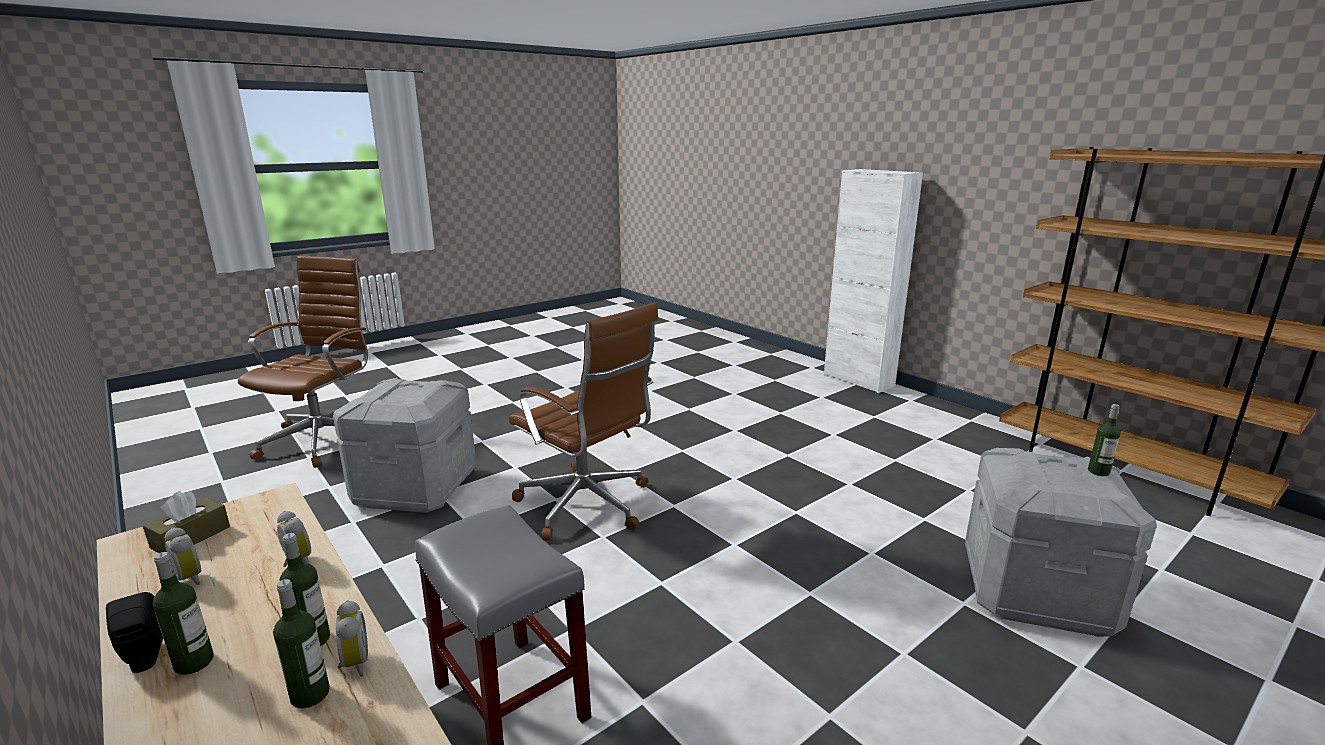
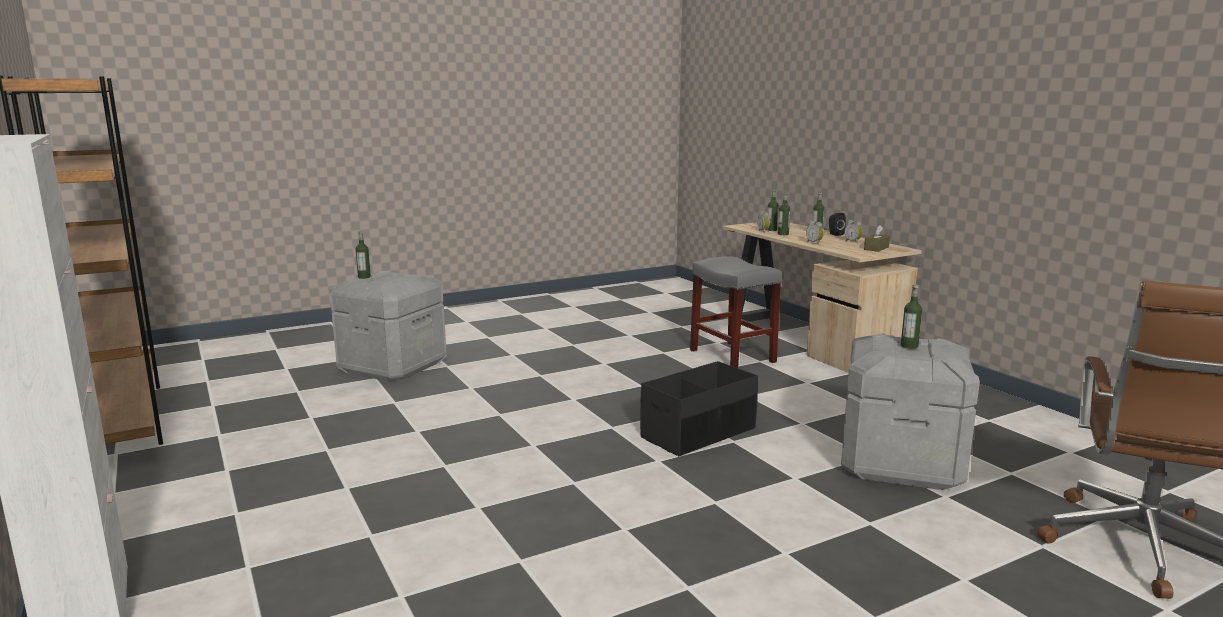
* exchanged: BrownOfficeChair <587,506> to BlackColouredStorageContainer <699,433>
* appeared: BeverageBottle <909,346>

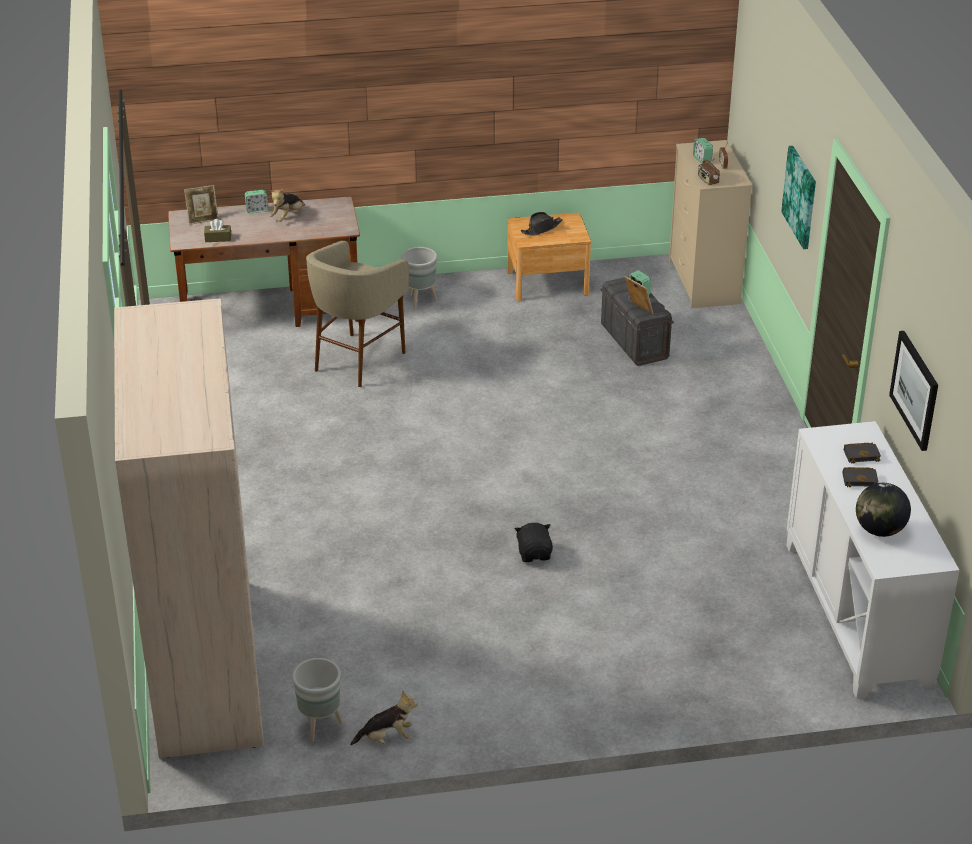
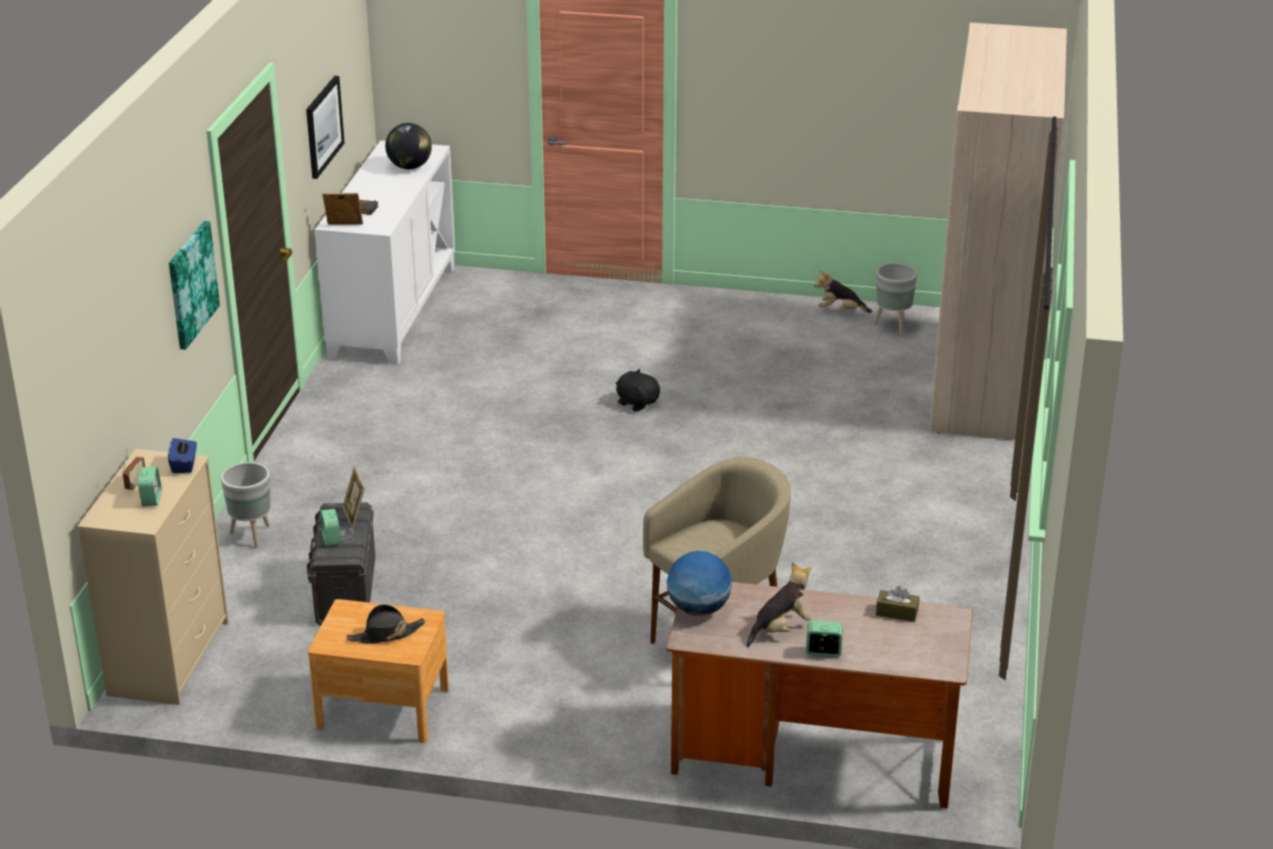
* exchanged: RadioReceiver <707,180> to BluishBoxOfTissues <184,465>
* relocated: GreyishFlowerPot <420,301> to <251,536>
* relocated: PhotoFrame <203,219> to <344,227>
* spun: BlackColouredSoftToy <534,554> = <637,403> 120 degrees clockwise
* appeared: WorldGlobe <698,609>
* missing: BlackColouredVolume <860,479>

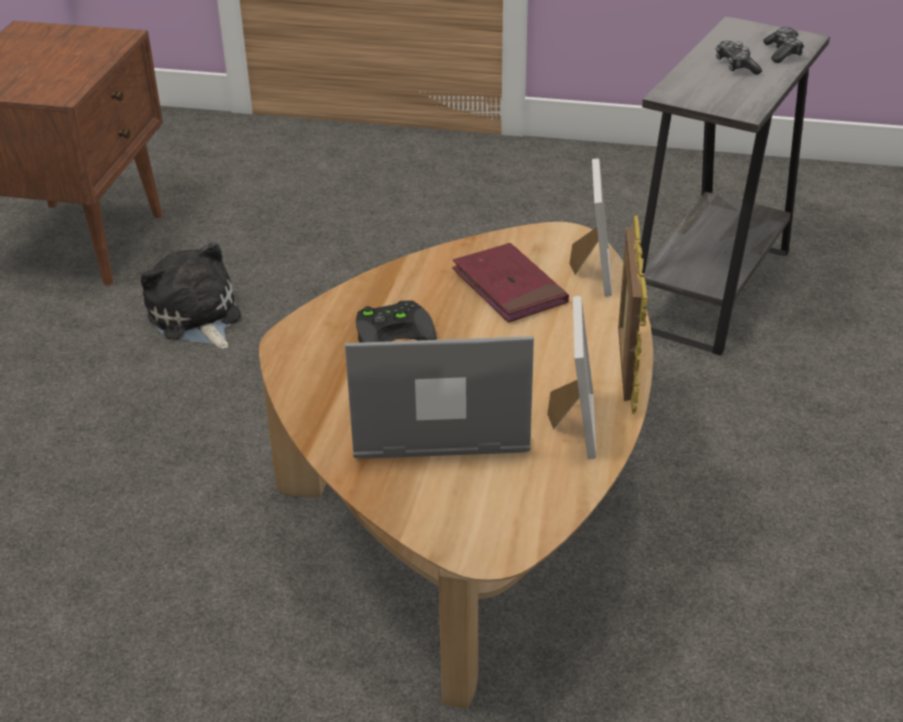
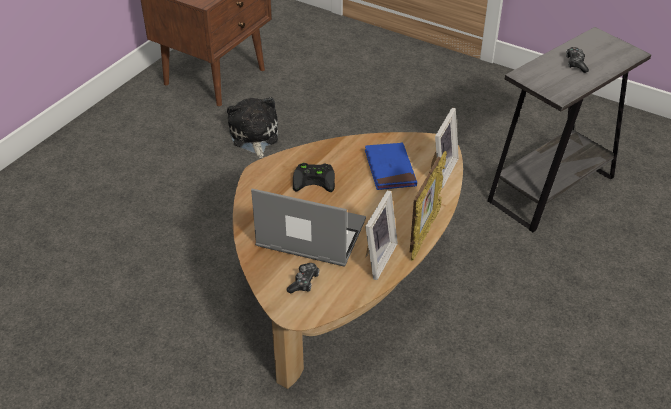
* relocated: Gamepad <783,53> to <304,282>
* colour: RedVolume <509,287> to BluishVolume <390,169>

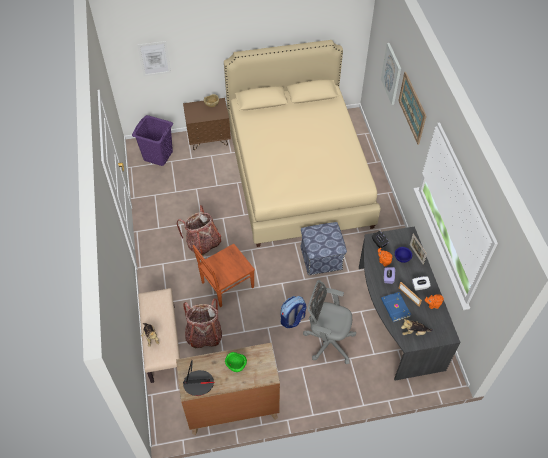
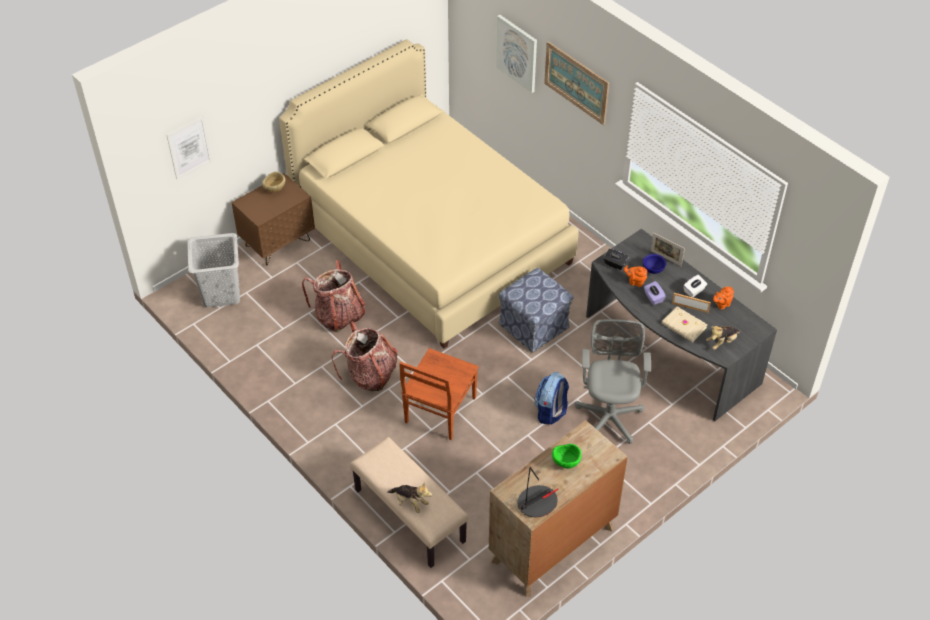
* colour: PurplishWashingBasket <158,155> to GreyishWashingBasket <221,293>
* relocated: Rucksack <204,335> to <338,316>
* spun: GreyishOfficeChair <327,341> = <609,416> 105 degrees clockwise
* colour: BluishVolume <395,308> to BeigeColouredVolume <683,326>

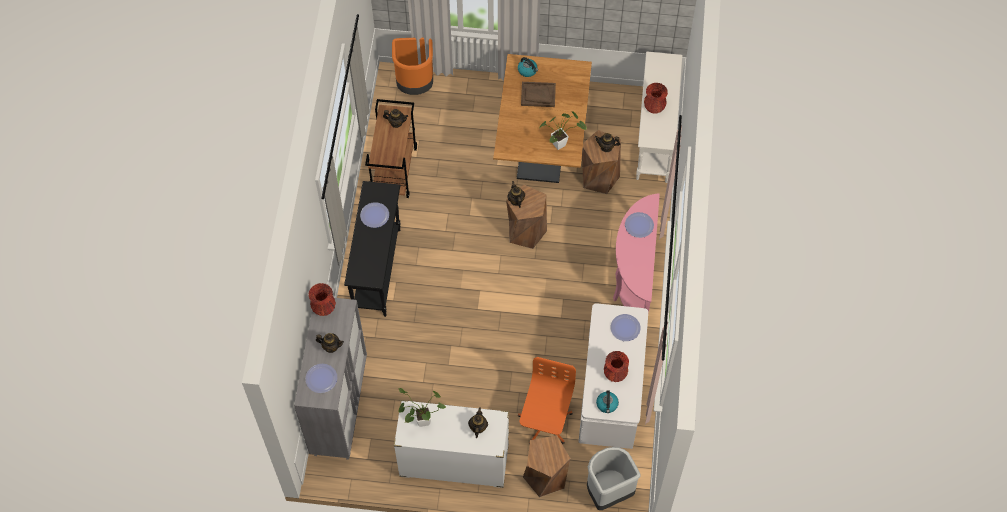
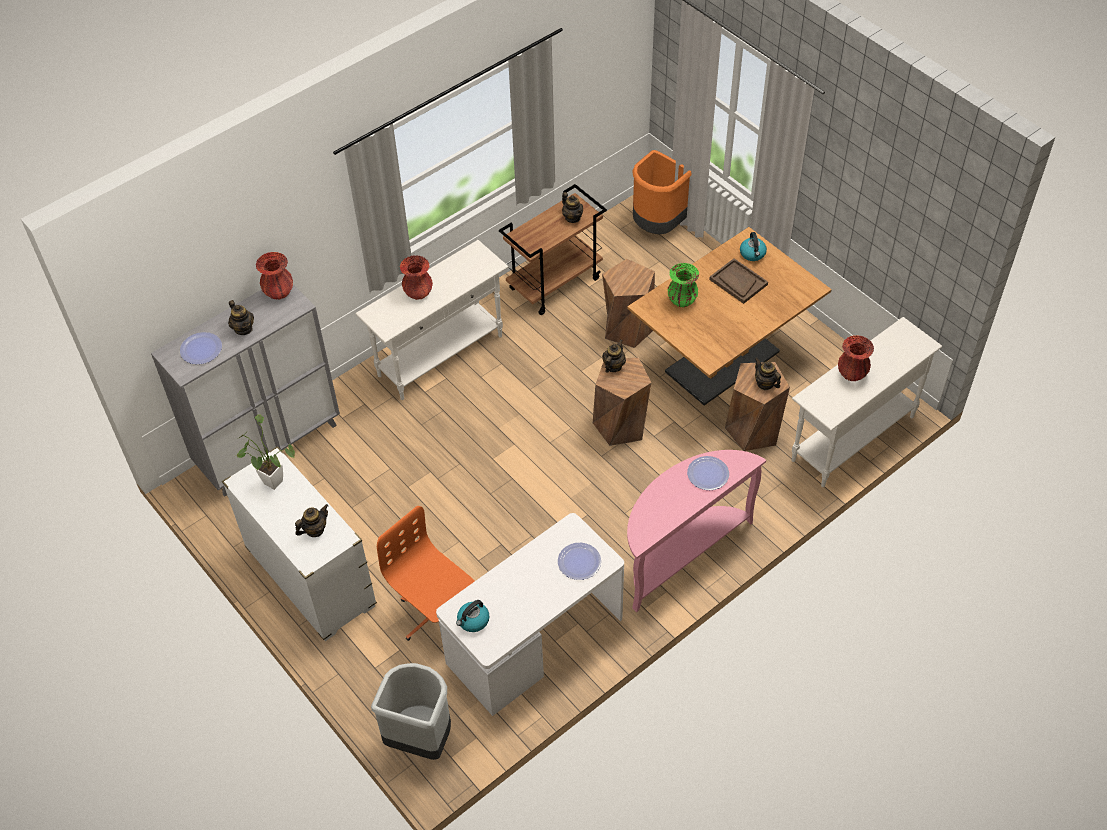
* colour: BlackColouredConsoleTable <377,270> to WhiteColouredConsoleTable <441,356>
* spun: OrangeyOfficeChair <545,422> = <436,615> 105 degrees counterclockwise
* relocated: RedDecorativeVase <615,374> to <418,293>
* relocated: BrownStool <545,476> to <627,328>
* appeared: GreenDecorativeVase <682,300>
* missing: DinnerPlate <374,215>
* missing: PlantInAPot <561,143>

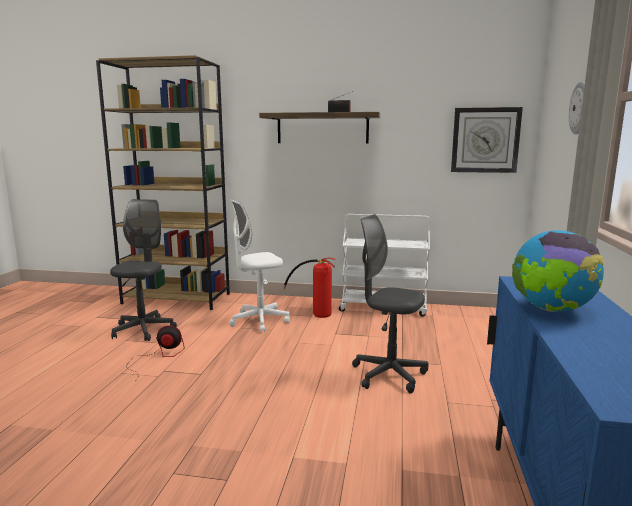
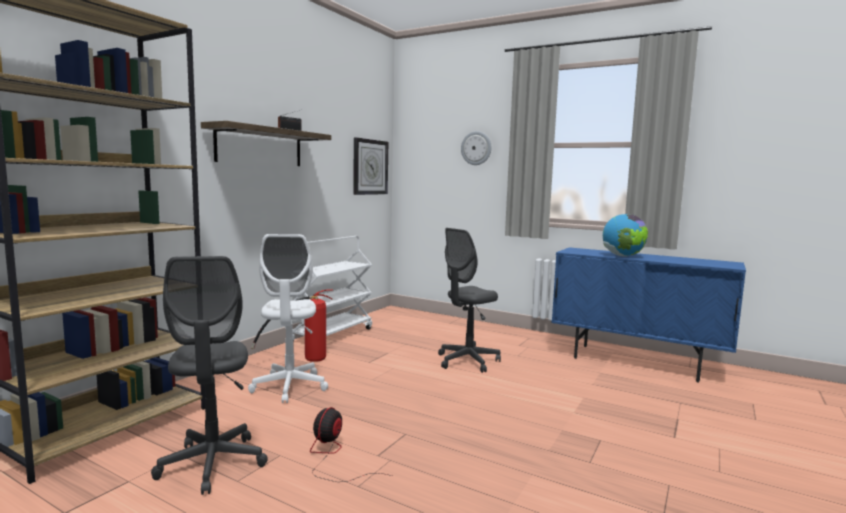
* spun: GreyishOfficeChair <143,330> = <213,464> 135 degrees counterclockwise

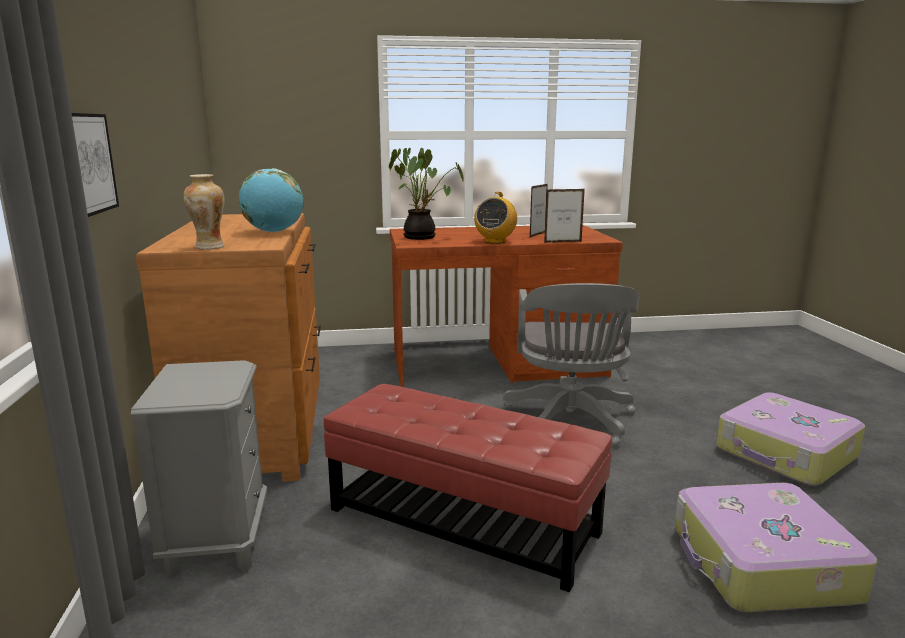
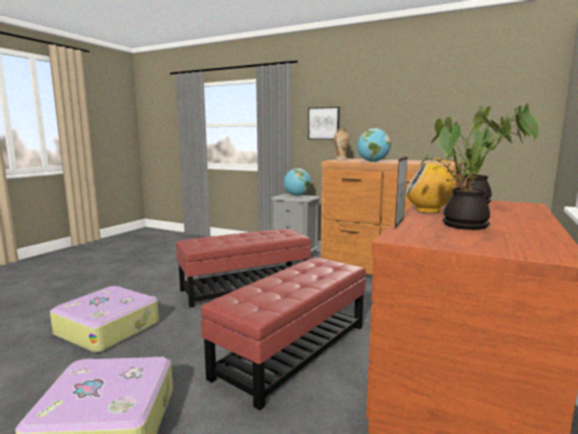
* exchanged: GreyishOfficeChair <570,423> to RedPouffe <292,350>
* appeared: WorldGlobe <297,195>
* spun: RadioReceiver <495,241> = <428,211> 45 degrees counterclockwise
* exchanged: PhotoFrame <537,235> to PlantInAPot <464,226>

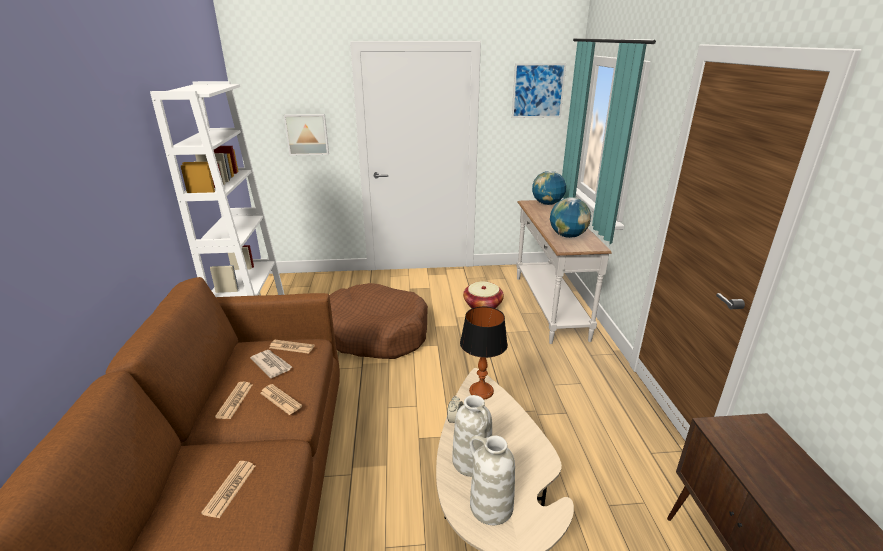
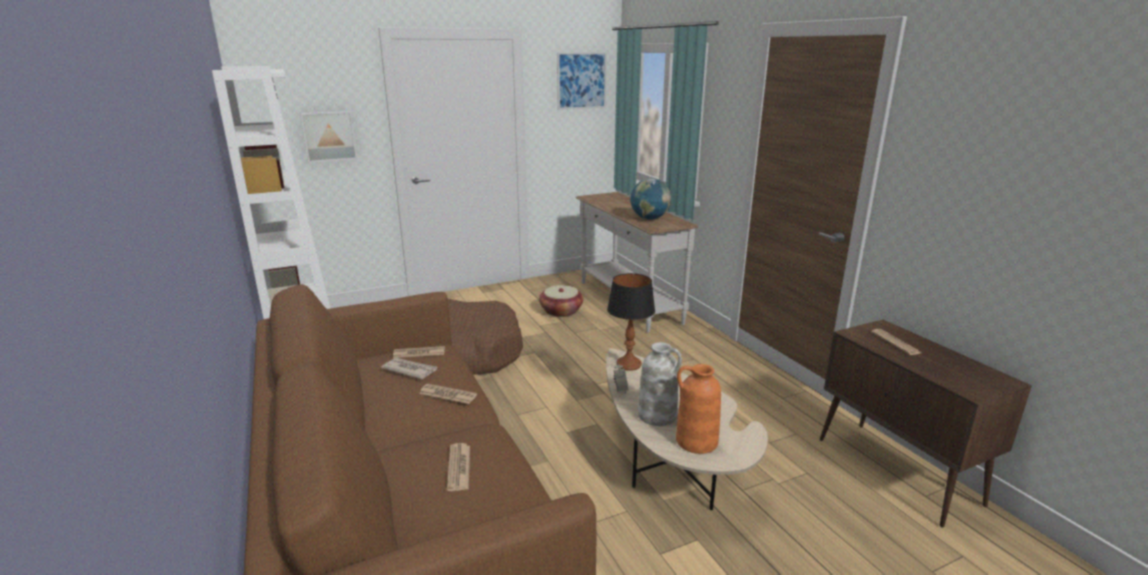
* colour: WhiteColouredDecorativeVase <490,506> to OrangeyDecorativeVase <696,441>
* relocated: PrintedPaper <235,400> to <895,342>
* missing: WorldGlobe <547,204>

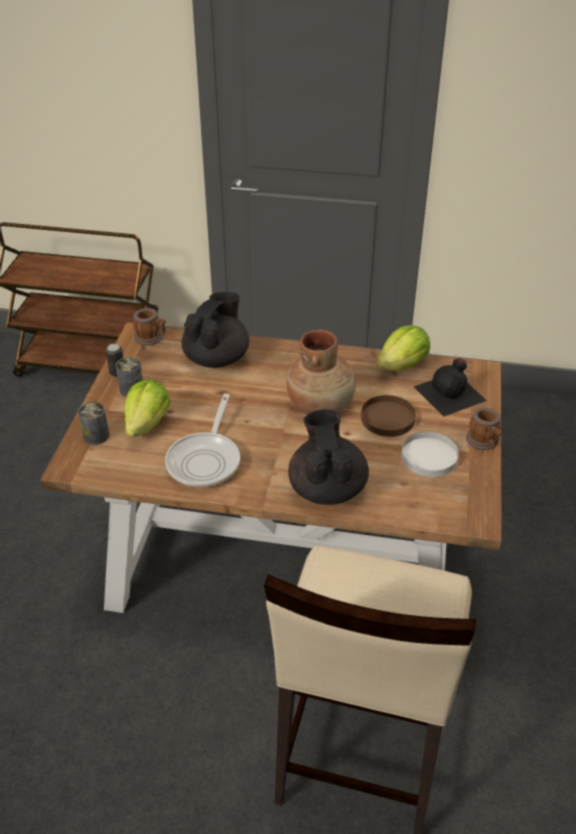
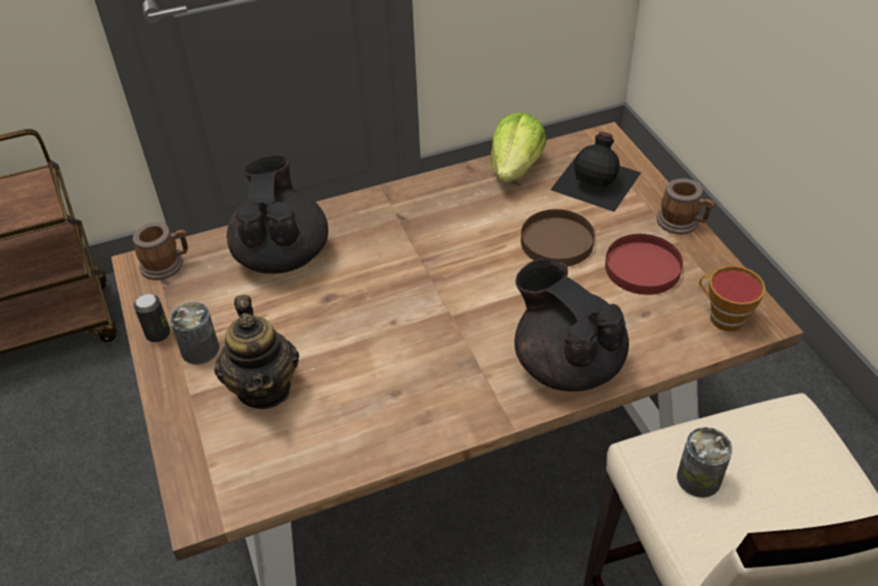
* exchanged: HeadOfLettuce <148,424> to TeaPot <264,388>
* colour: WhiteColouredDinnerPlate <429,457> to RedDinnerPlate <643,267>
* relocated: SealedCan <96,436> to <698,478>
* appeared: DrinkingCup <722,317>
* missing: FryingPan <206,460>
* missing: BrownDecorativeVase <321,405>

